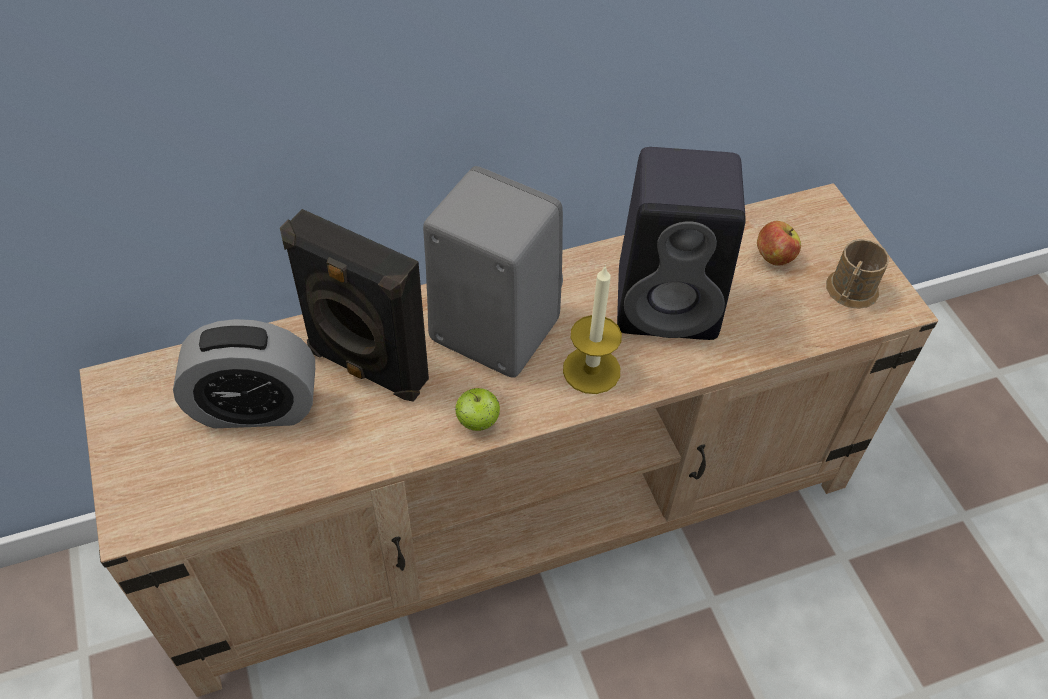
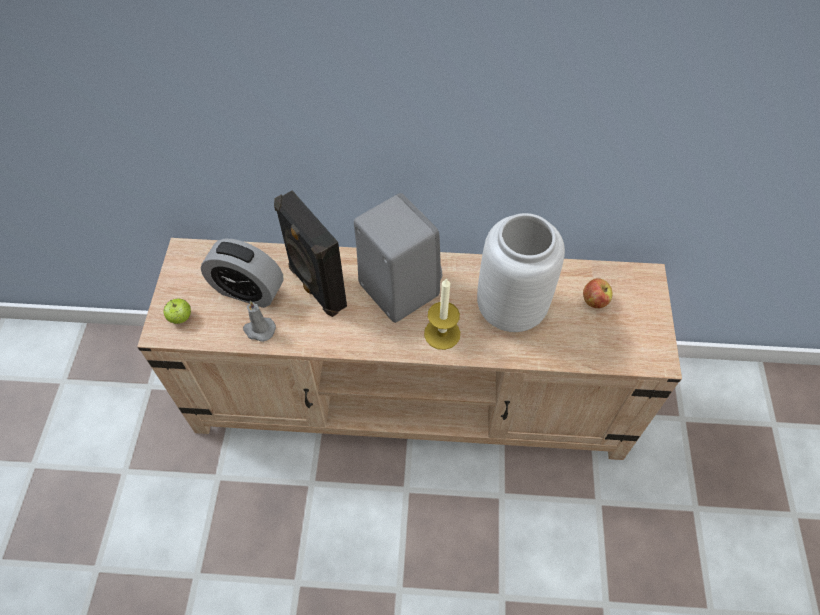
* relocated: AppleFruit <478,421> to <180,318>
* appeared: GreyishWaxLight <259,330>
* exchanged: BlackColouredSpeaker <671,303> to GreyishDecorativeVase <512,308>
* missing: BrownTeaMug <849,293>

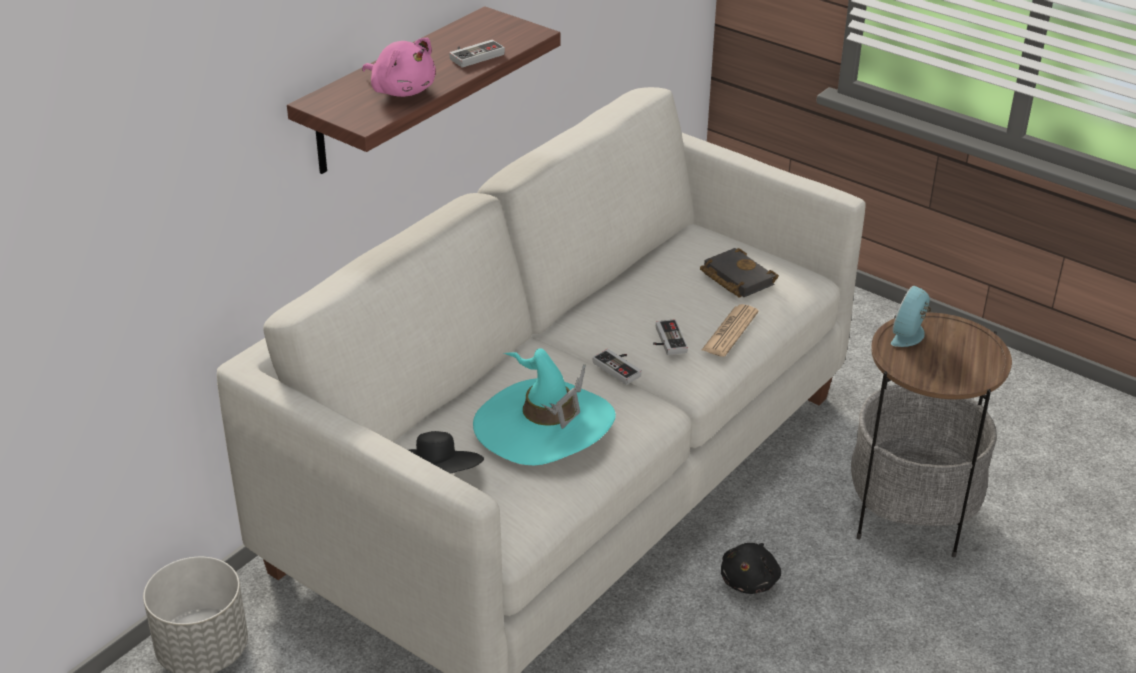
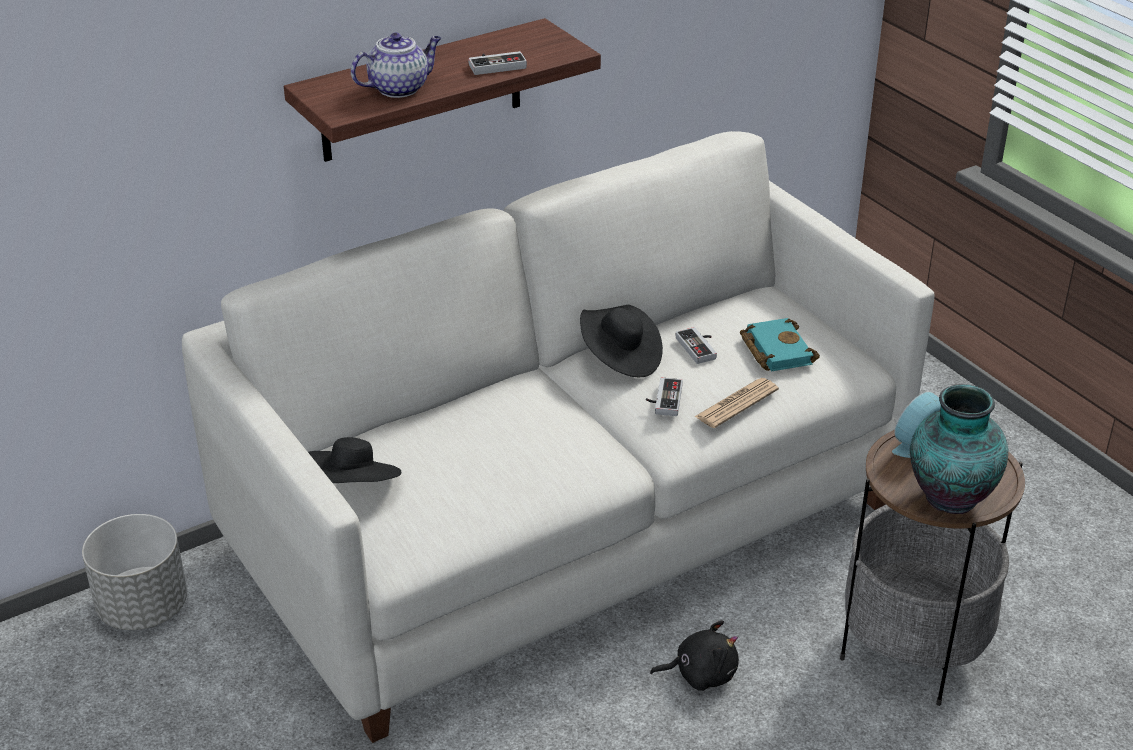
* exchanged: PinkColouredSoftToy <401,90> to TeaPot <399,88>
* appeared: BlackColouredWearableHat <620,357>
* spun: BlackColouredSoftToy <750,580> = <700,674> 135 degrees counterclockwise
* relocated: Gamepad <620,367> to <700,347>
* colour: BlackColouredVolume <735,278> to TurquoiseColouredVolume <774,350>
* appeared: DecorativeVase <948,498>
* missing: TurquoiseColouredWearableHat <544,426>

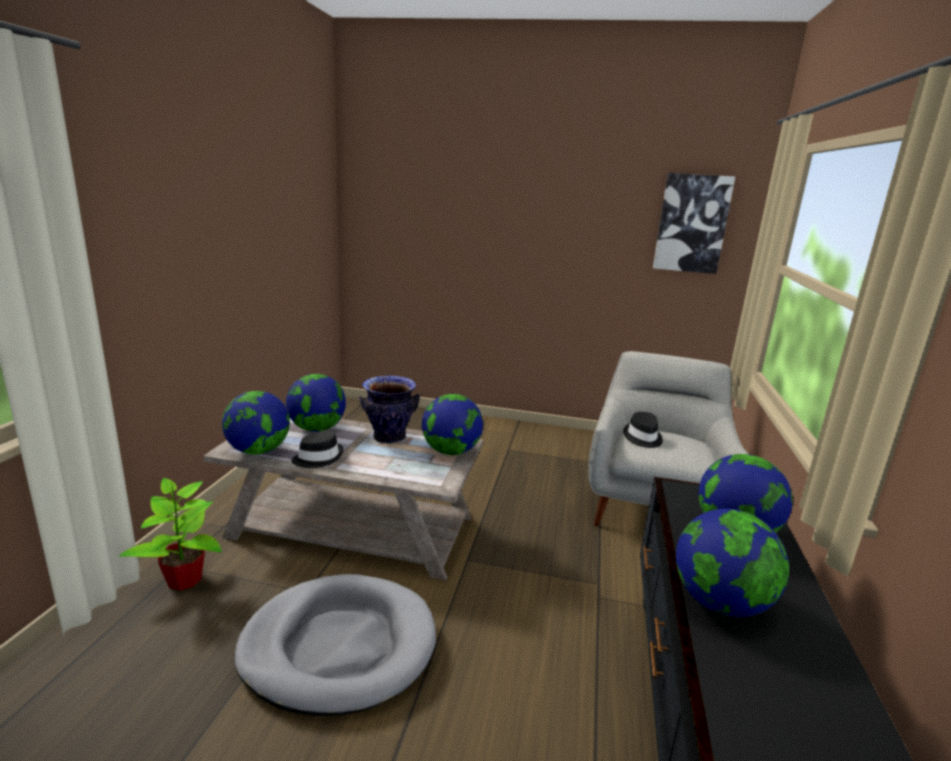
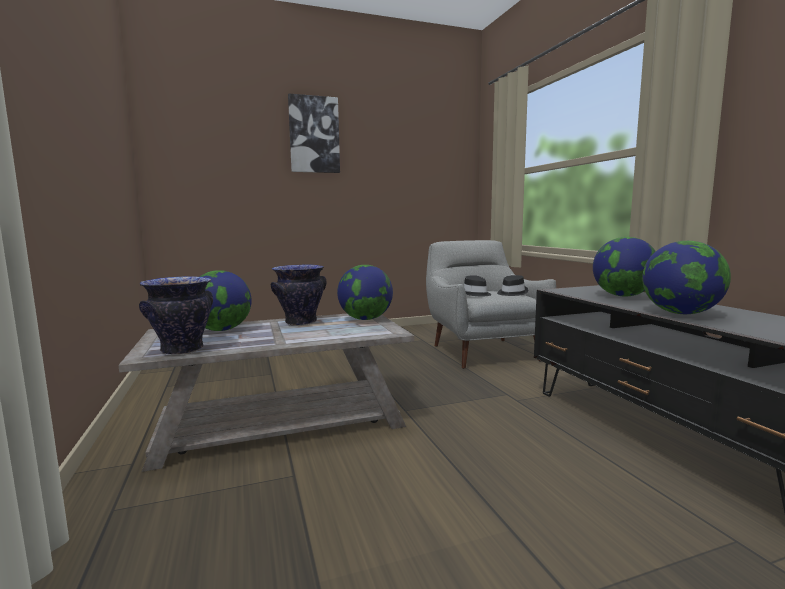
* exchanged: WorldGlobe <258,451> to DecorativeVase <183,350>
* relocated: WallPicture <691,223> to <314,135>
* relocated: BlackColouredWearableHat <318,458> to <511,293>
* missing: PlantInAPot <184,580>
* missing: GreyishDogCushion <339,646>

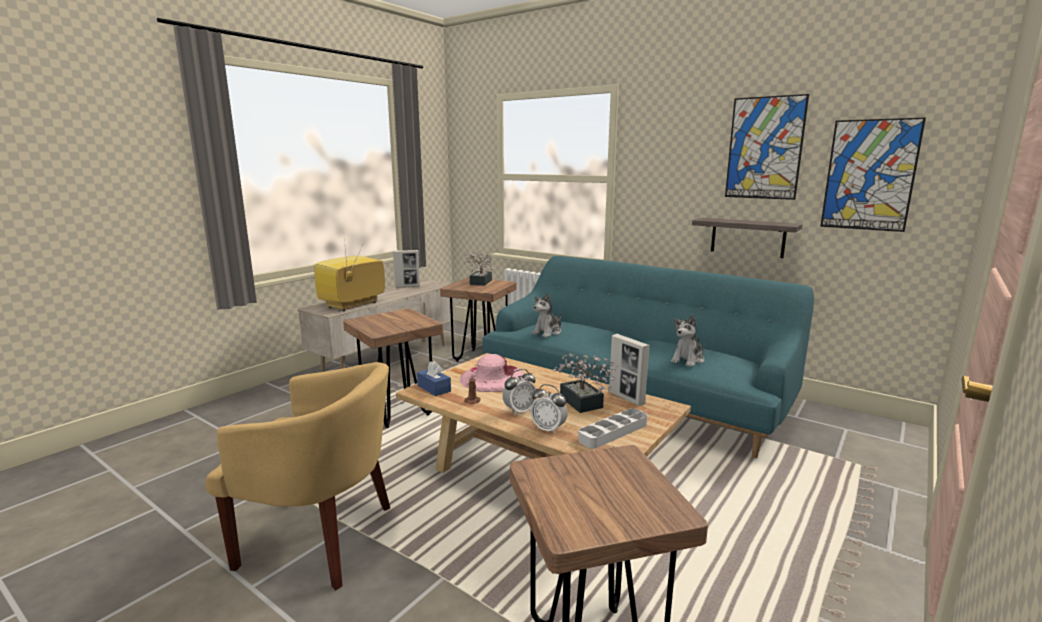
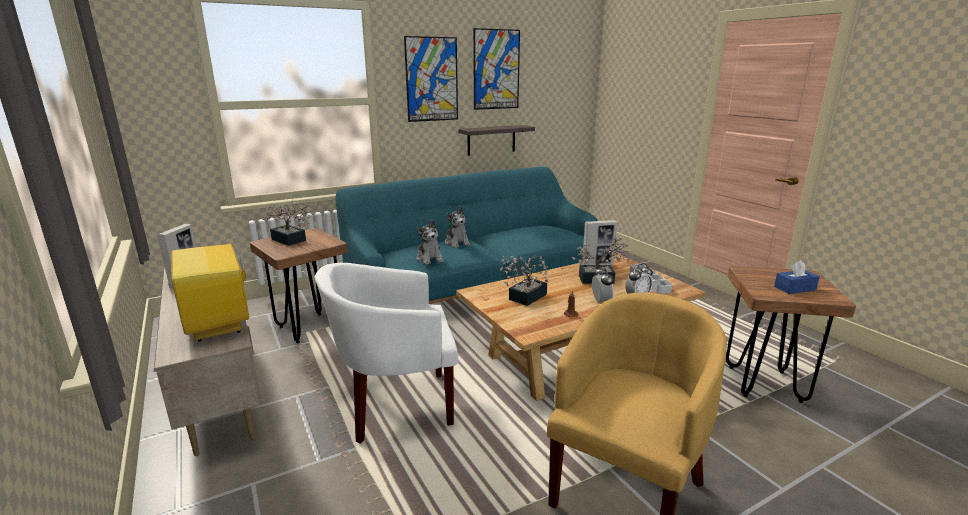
* exchanged: BrownStool <398,413> to WhiteColouredEasyChair <396,404>
* relocated: WallPicture <869,175> to <432,79>
* relocated: SoftToy <688,360> to <457,243>
* exchanged: PinkColouredWearableHat <493,378> to PlantInAPot <524,298>
* relocated: BluishBoxOfTissues <434,388> to <795,288>

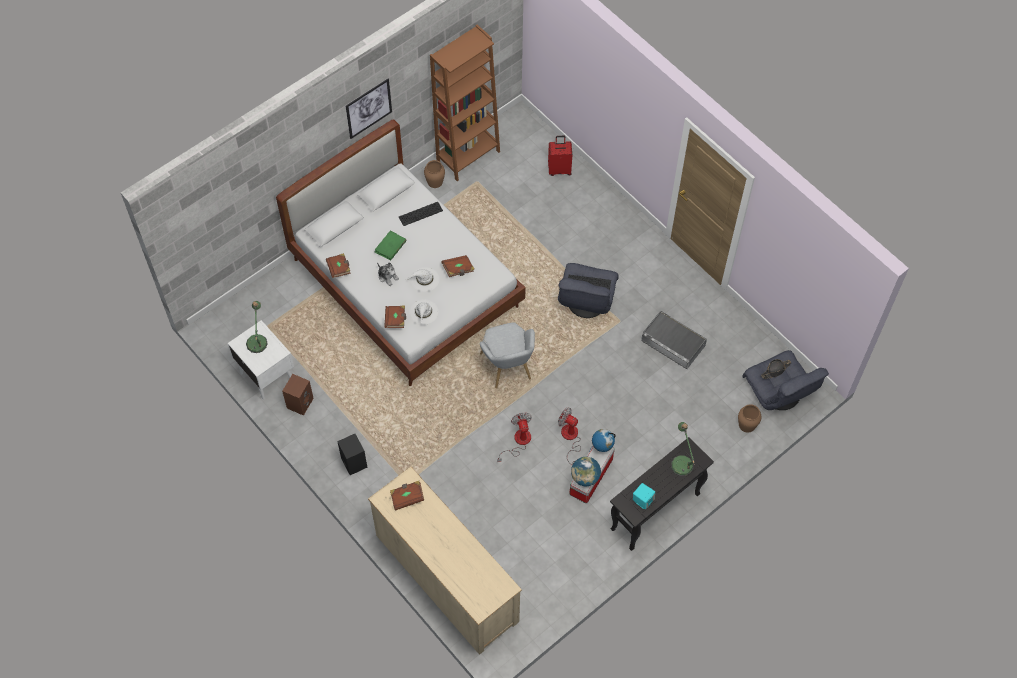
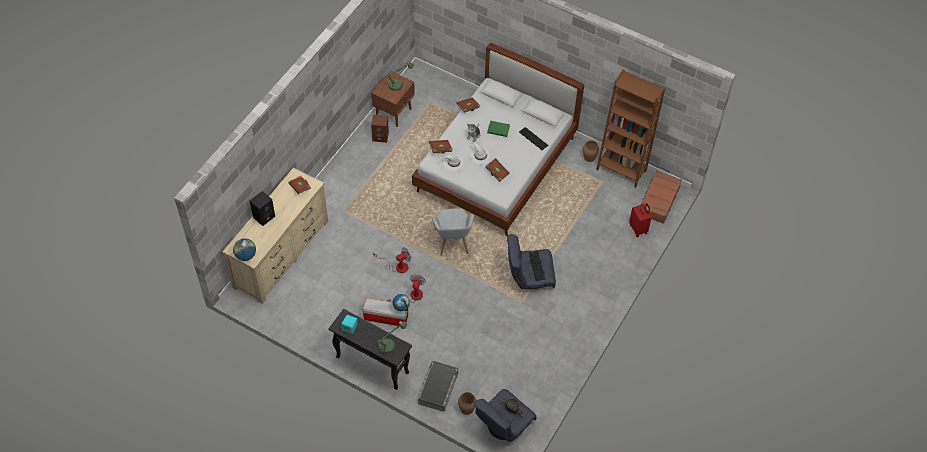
* relocated: WorldGlobe <585,477> to <246,255>
* relocated: BlackColouredSpeaker <353,462> to <264,216>
* colour: WhiteColouredNightstand <266,375> to BrownNightstand <394,112>
* relocated: GreyishStorageContainer <673,343> to <438,388>
* spun: GreyishEasyChair <507,369> = <452,244> 60 degrees counterclockwise
* appeared: BrownSuitcase <658,200>
* missing: WallPicture <368,108>

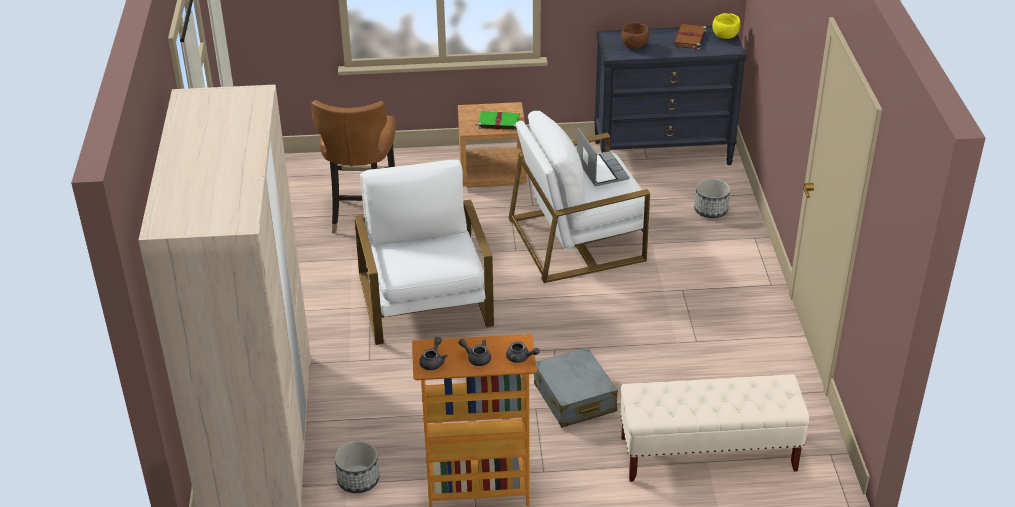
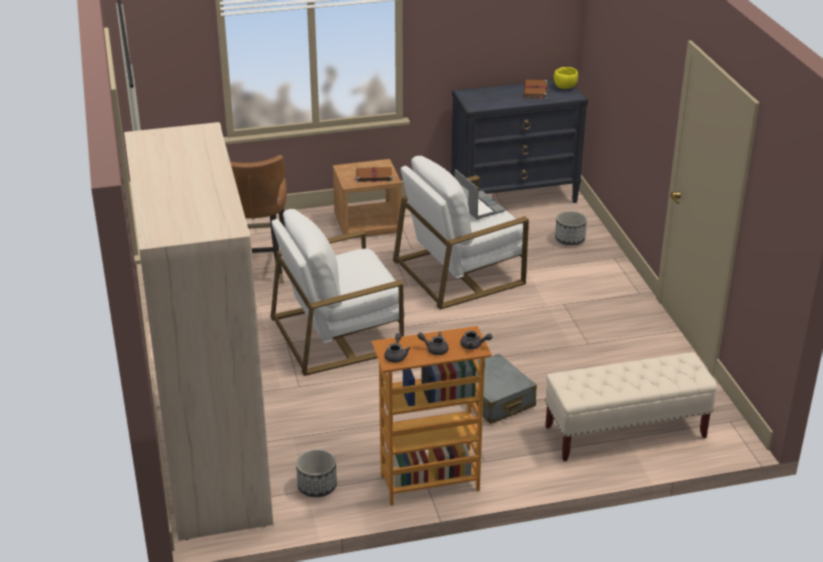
* spun: WhiteColouredEasyChair <426,300> = <337,333> 90 degrees counterclockwise
* colour: GreenVolume <498,122> to BrownVolume <373,176>
* missing: BrownDeepDish <634,45>

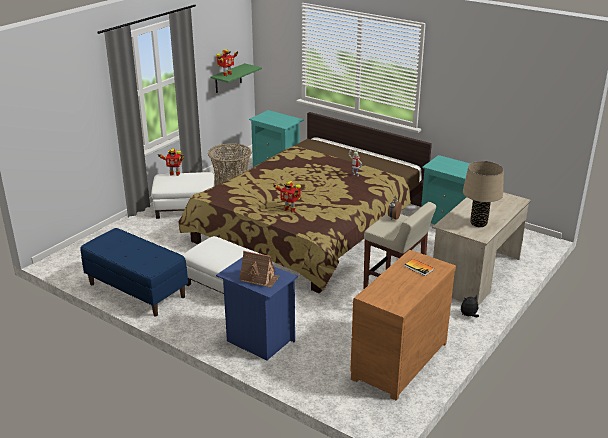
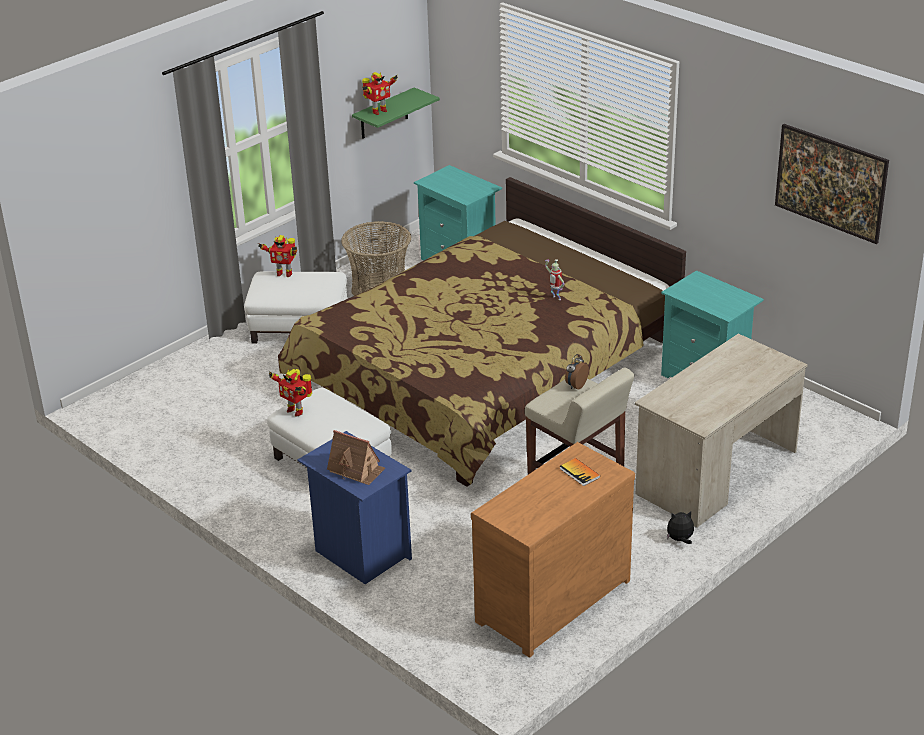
* relocated: ToyRobot <289,209> to <295,410>
* appeared: WallPicture <828,203>
* missing: BluishLongSeat <136,290>
* missing: BeigeColouredLampForATable <478,223>

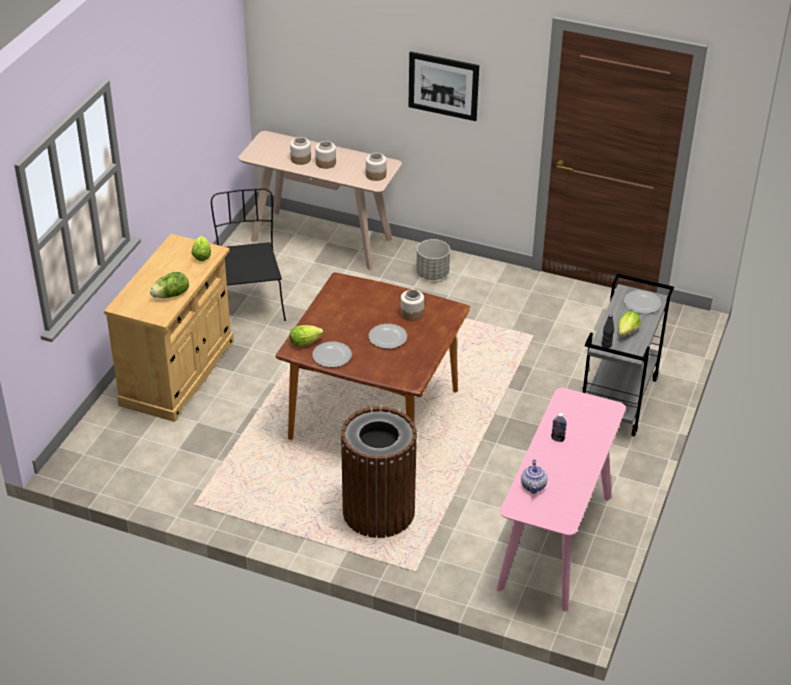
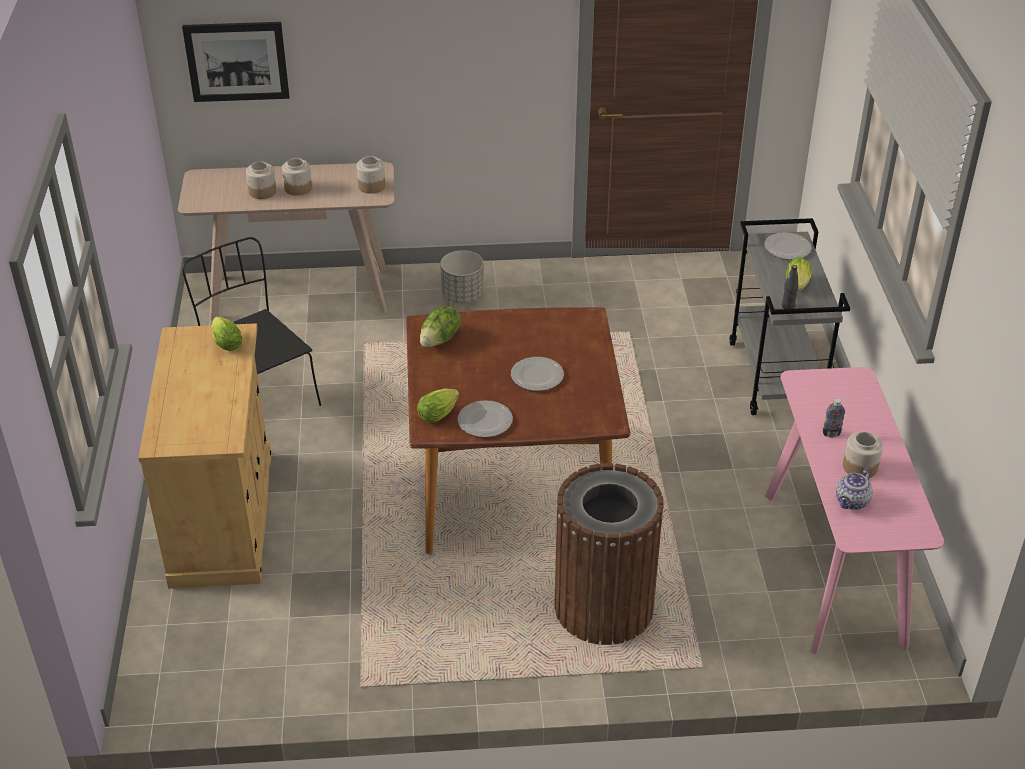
* relocated: WallPicture <443,85> to <237,61>
* relocated: HeadOfLettuce <171,295> to <440,339>
* spun: TeaPot <533,486> = <852,502> 60 degrees clockwise
* relocated: Jar <412,313> to <859,467>

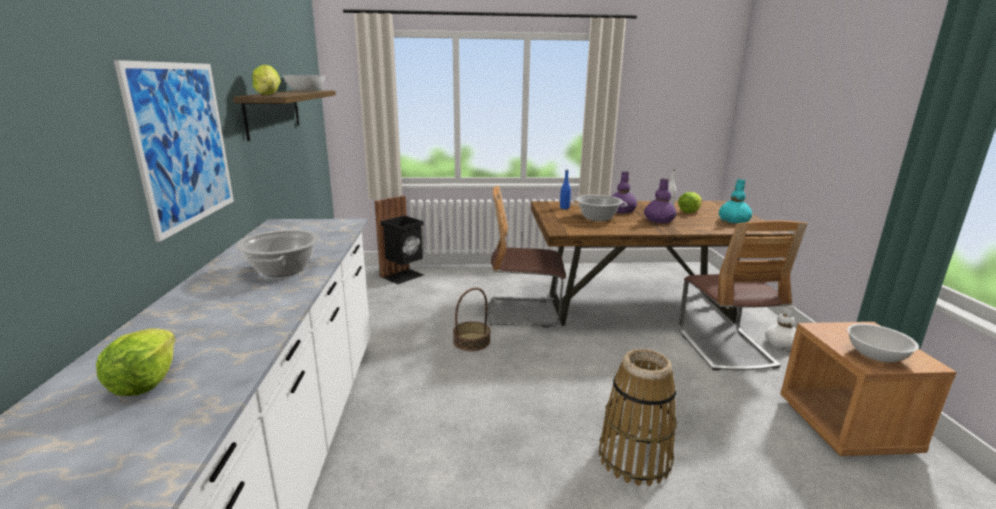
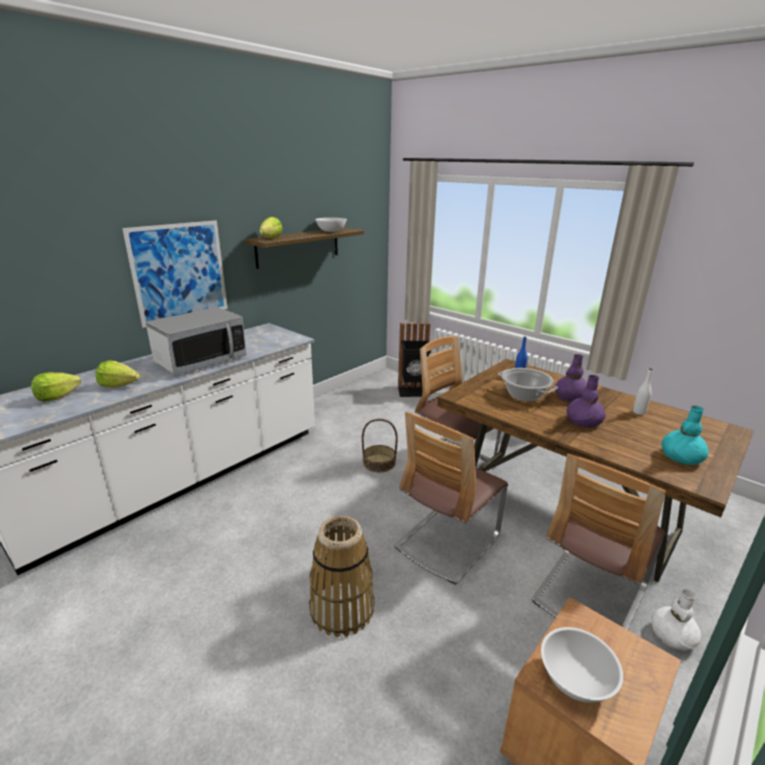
* relocated: HeadOfLettuce <689,211> to <118,385>
* exchanged: Stockpot <282,269> to MicrowaveOven <201,360>
* appeared: Chair <447,542>

